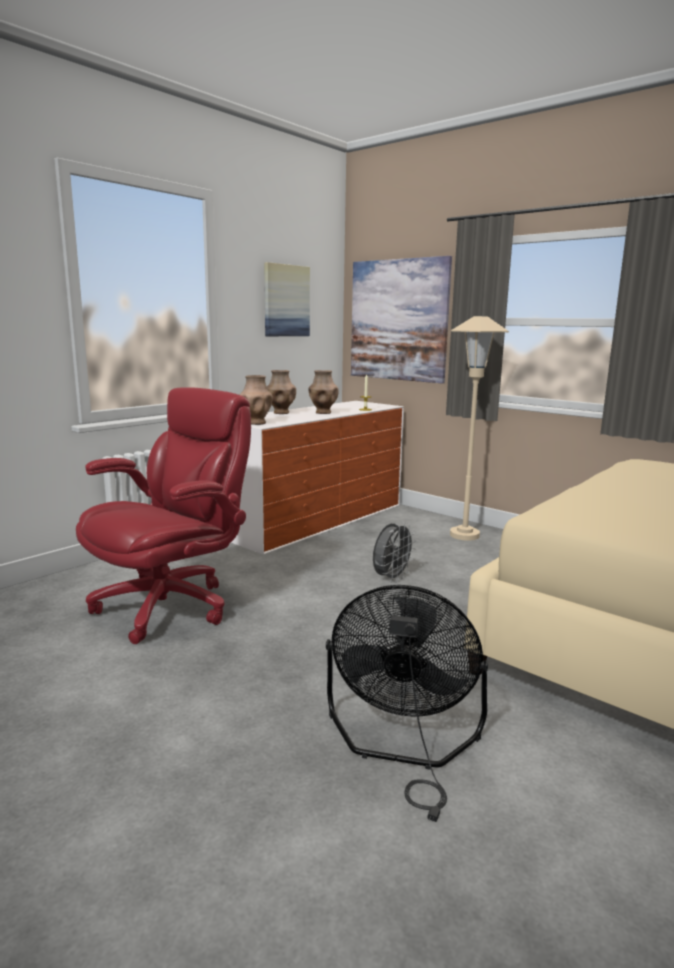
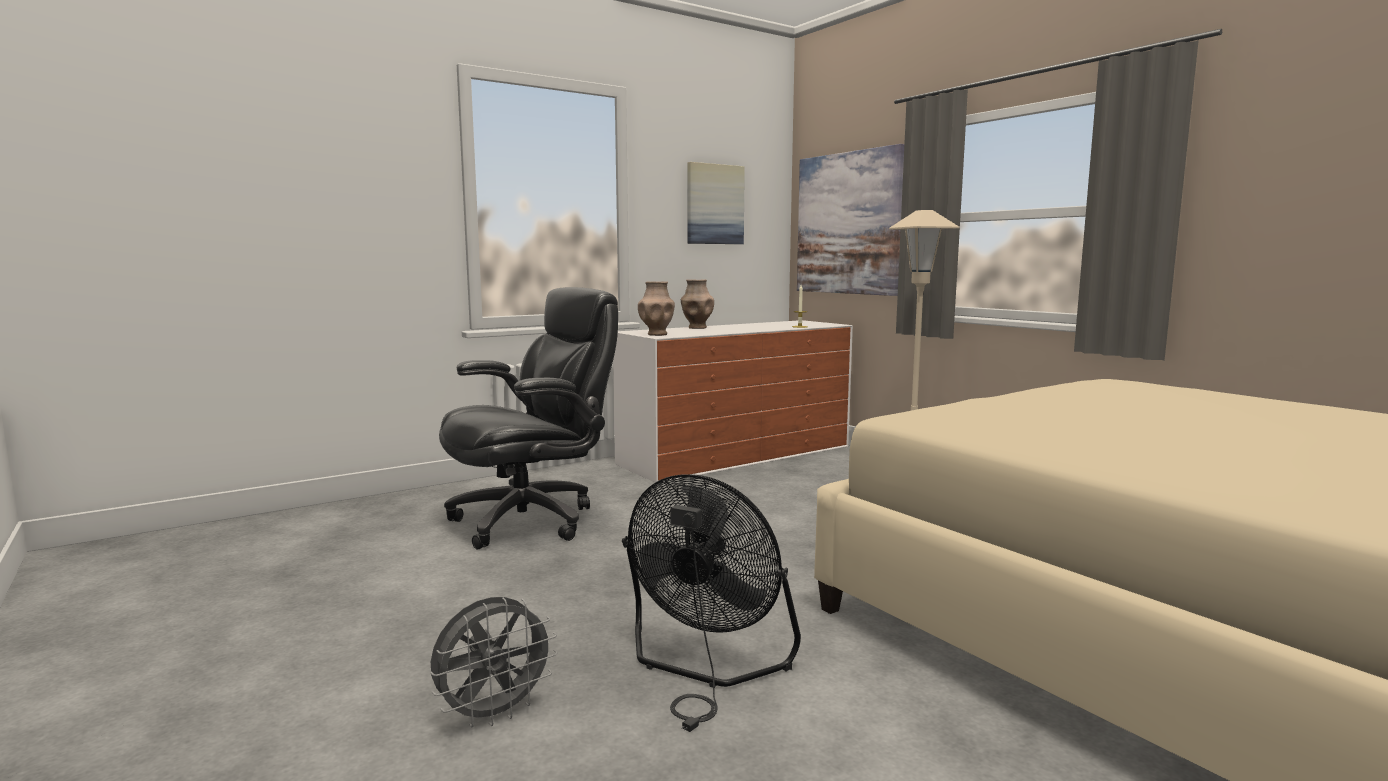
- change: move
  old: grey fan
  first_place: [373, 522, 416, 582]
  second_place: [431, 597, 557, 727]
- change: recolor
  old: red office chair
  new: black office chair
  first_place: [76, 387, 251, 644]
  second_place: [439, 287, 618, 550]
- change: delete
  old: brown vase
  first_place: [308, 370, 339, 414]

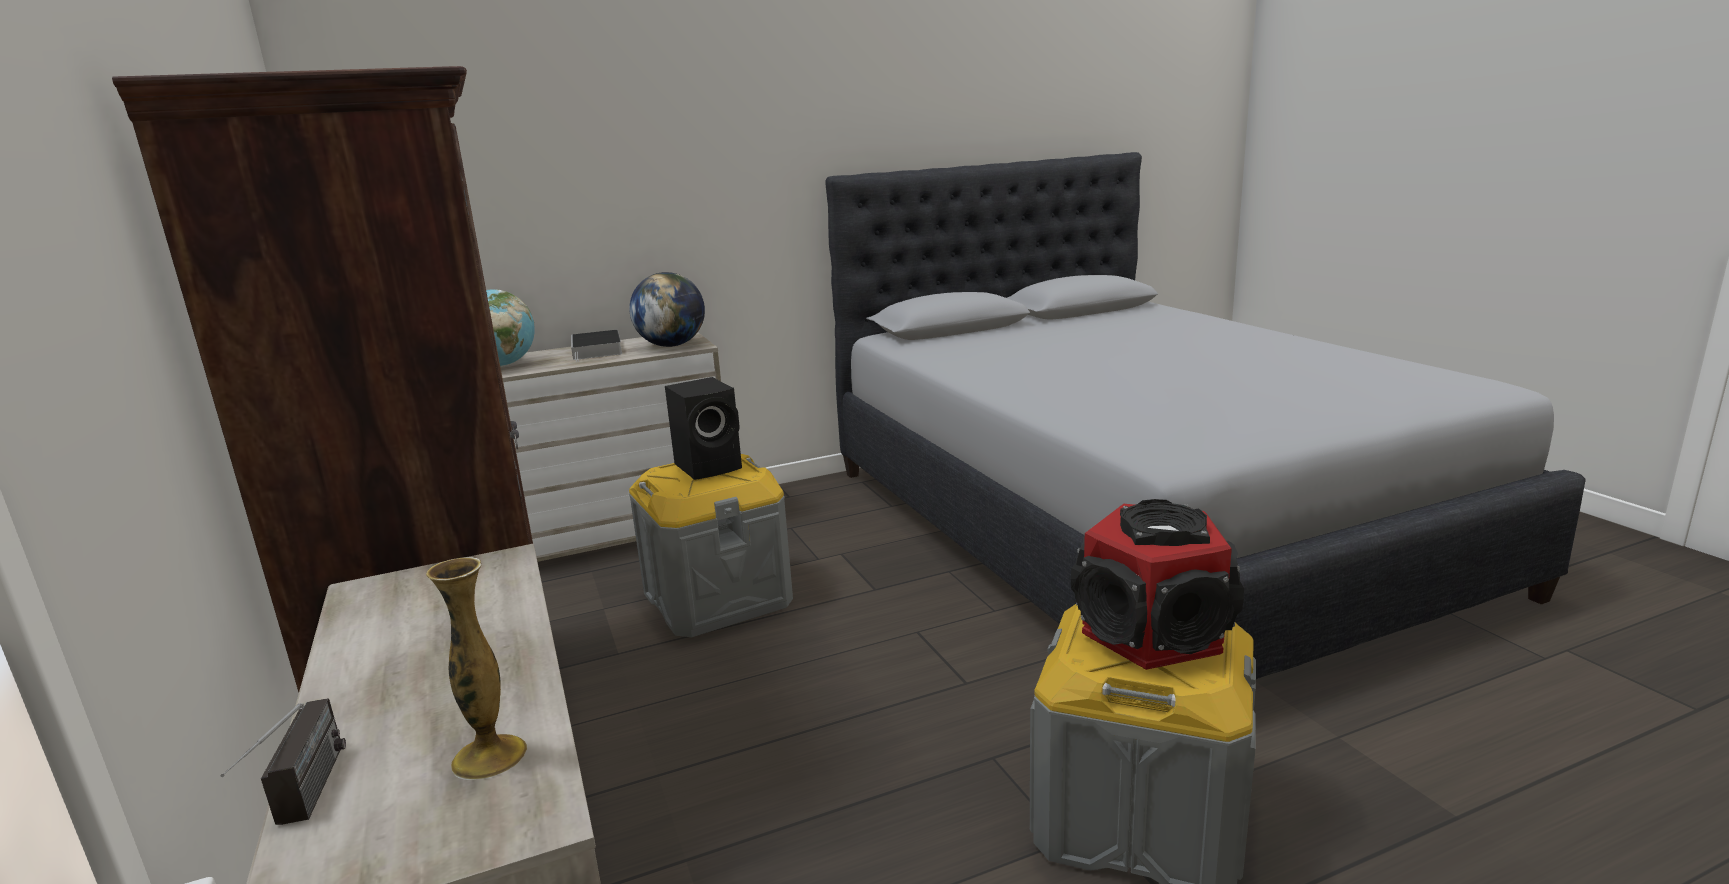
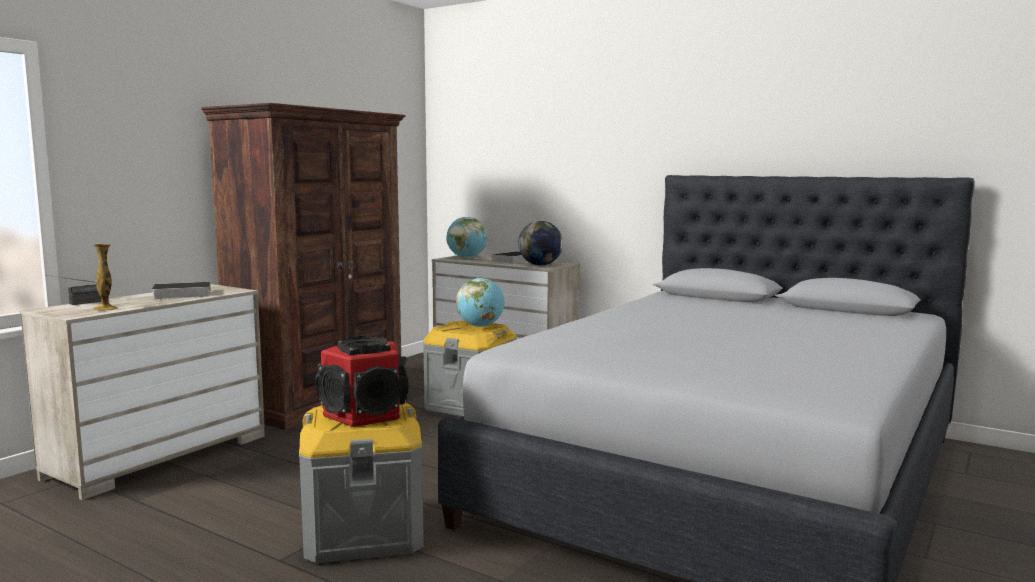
- change: insert
  new: book
  second_place: [152, 282, 210, 299]
- change: replace
  old: black speaker
  new: globe
  first_place: [665, 377, 742, 480]
  second_place: [456, 278, 504, 327]

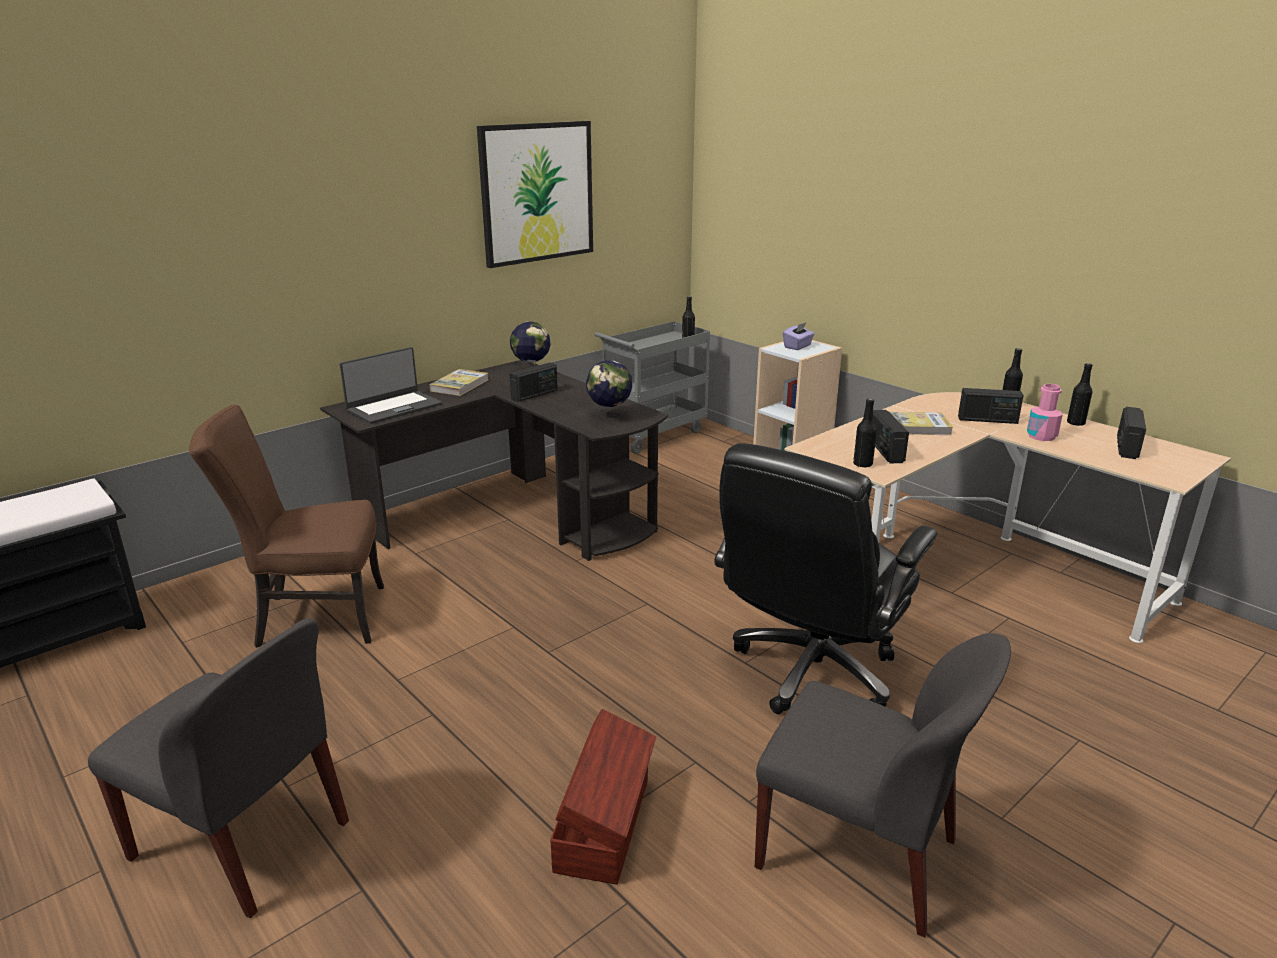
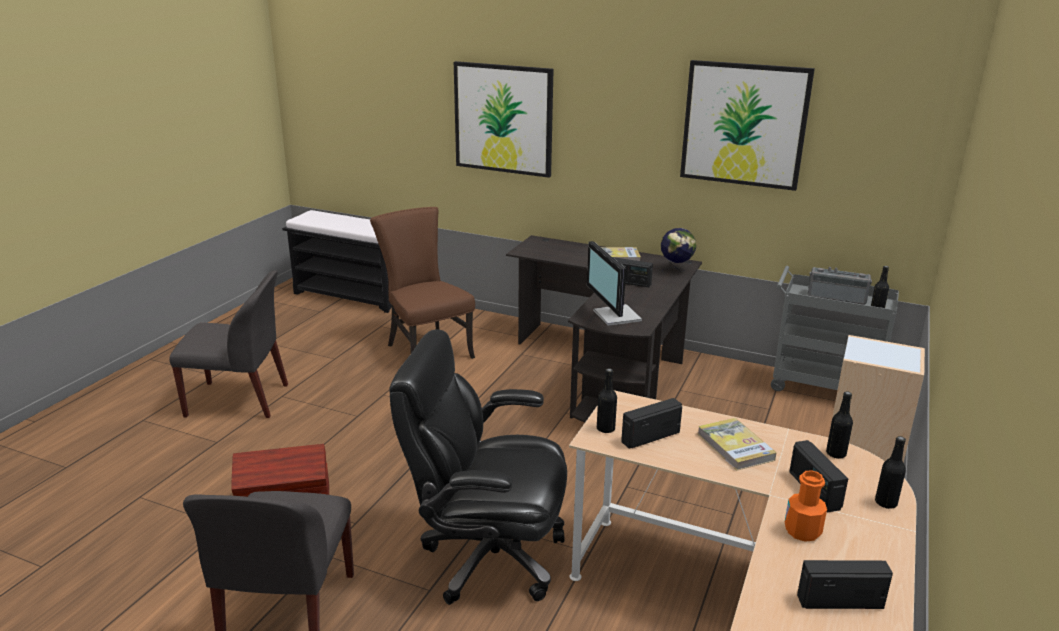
- change: rotate
  old: grey chair
  first_place: [88, 618, 349, 918]
  second_place: [170, 270, 288, 418]
  degrees: -90
- change: insert
  new: picture
  second_place: [454, 61, 554, 178]
- change: replace
  old: globe
  new: monitor
  first_place: [586, 360, 632, 419]
  second_place: [587, 241, 642, 326]
- change: recolor
  old: pink bottle
  new: orange bottle
  first_place: [1027, 384, 1063, 441]
  second_place: [785, 470, 827, 542]
- change: insert
  new: radio
  second_place: [808, 267, 872, 305]
- change: move
  old: black bottle
  first_place: [1067, 363, 1093, 426]
  second_place: [826, 391, 853, 459]
- change: delete
  old: laptop
  first_place: [340, 347, 442, 424]
- change: delete
  old: purple tissue box
  first_place: [783, 323, 815, 350]

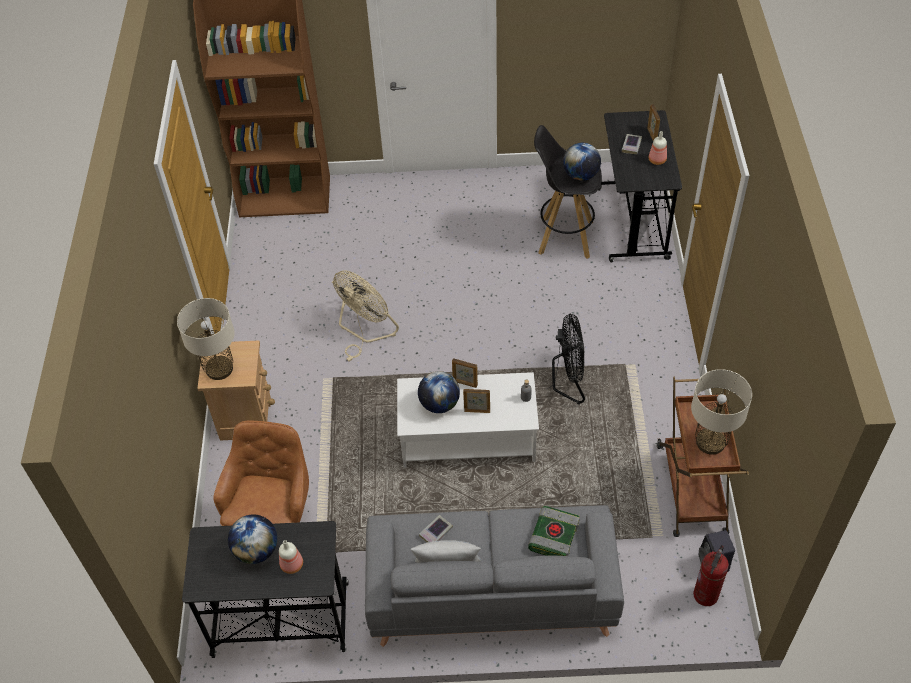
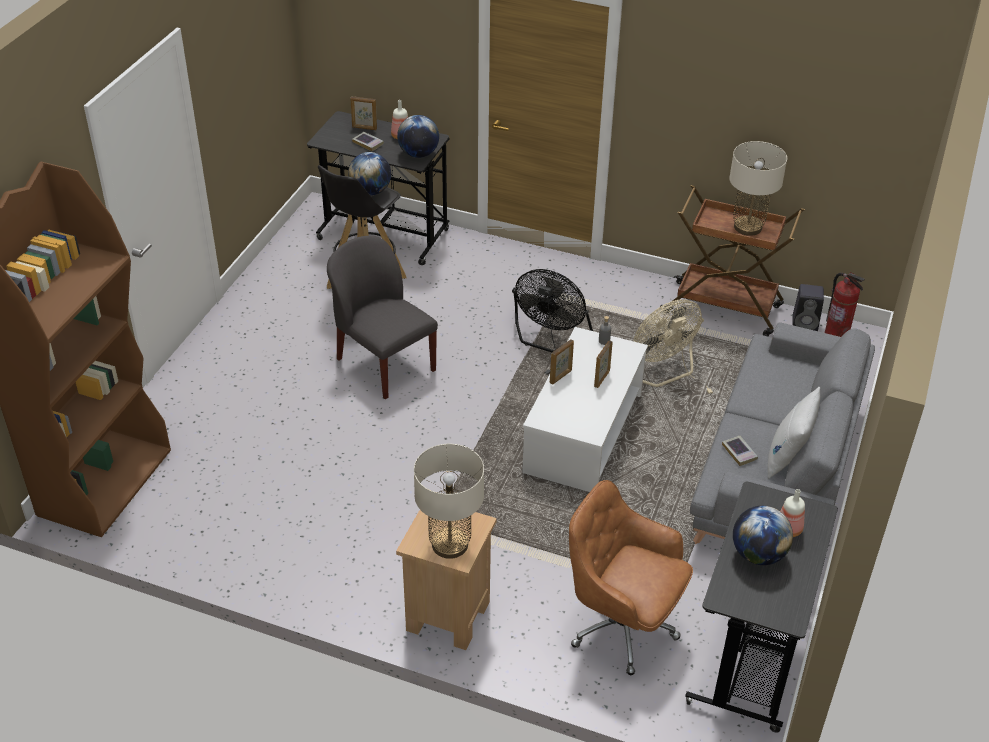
- change: insert
  new: grey chair
  second_place: [327, 236, 438, 399]
- change: move
  old: globe
  first_place: [418, 371, 460, 413]
  second_place: [397, 115, 439, 158]
- change: move
  old: beige fan
  first_place: [332, 271, 399, 362]
  second_place: [634, 299, 713, 394]
- change: delete
  old: book
  first_place: [528, 506, 580, 556]

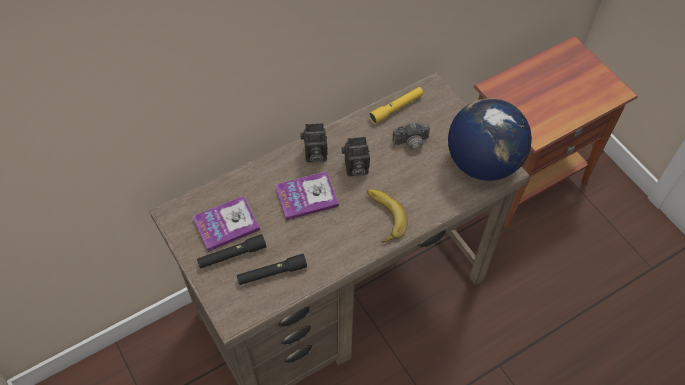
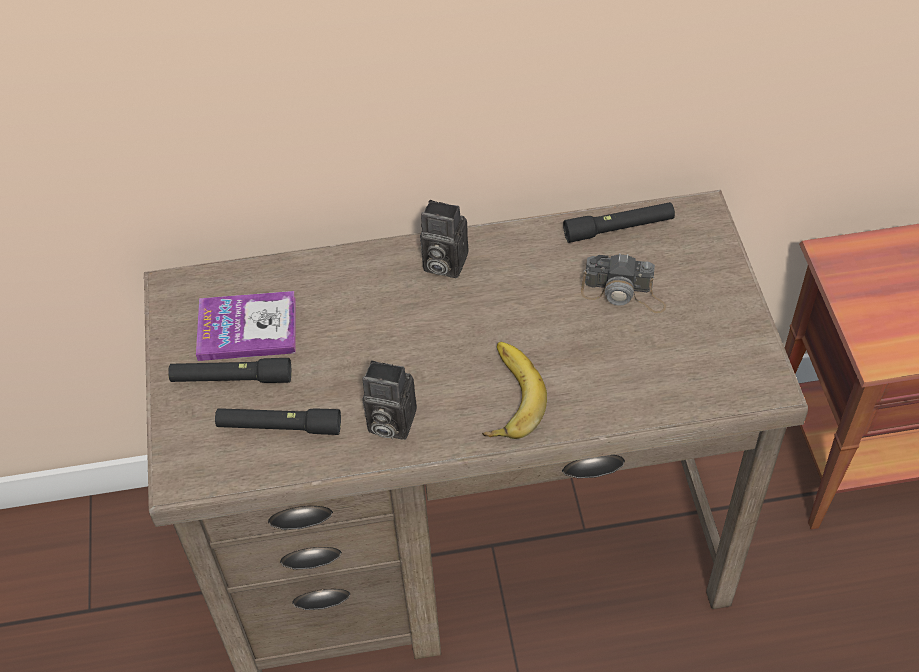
- change: move
  old: photo camera
  first_place: [342, 137, 370, 177]
  second_place: [362, 360, 417, 440]
- change: recolor
  old: yellow flashlight
  new: black flashlight
  first_place: [369, 87, 423, 124]
  second_place: [563, 202, 675, 243]
- change: delete
  old: book
  first_place: [275, 171, 339, 220]
- change: delete
  old: globe
  first_place: [448, 98, 532, 181]

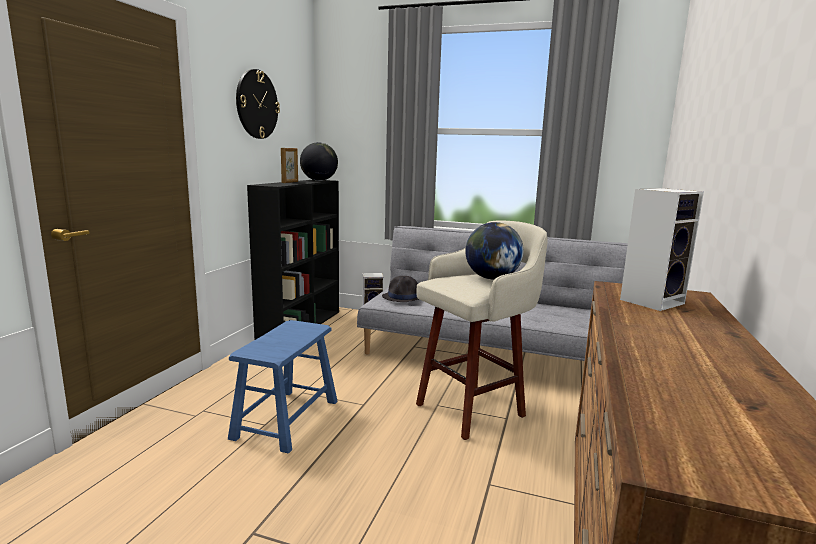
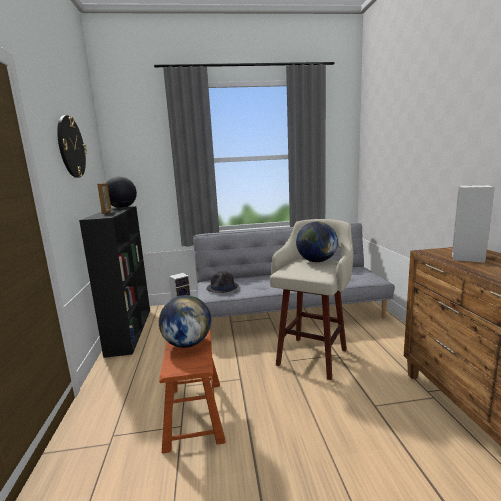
- change: insert
  new: globe
  second_place: [159, 295, 211, 348]
- change: recolor
  old: blue stool
  new: brown stool
  first_place: [228, 320, 338, 454]
  second_place: [159, 330, 226, 454]

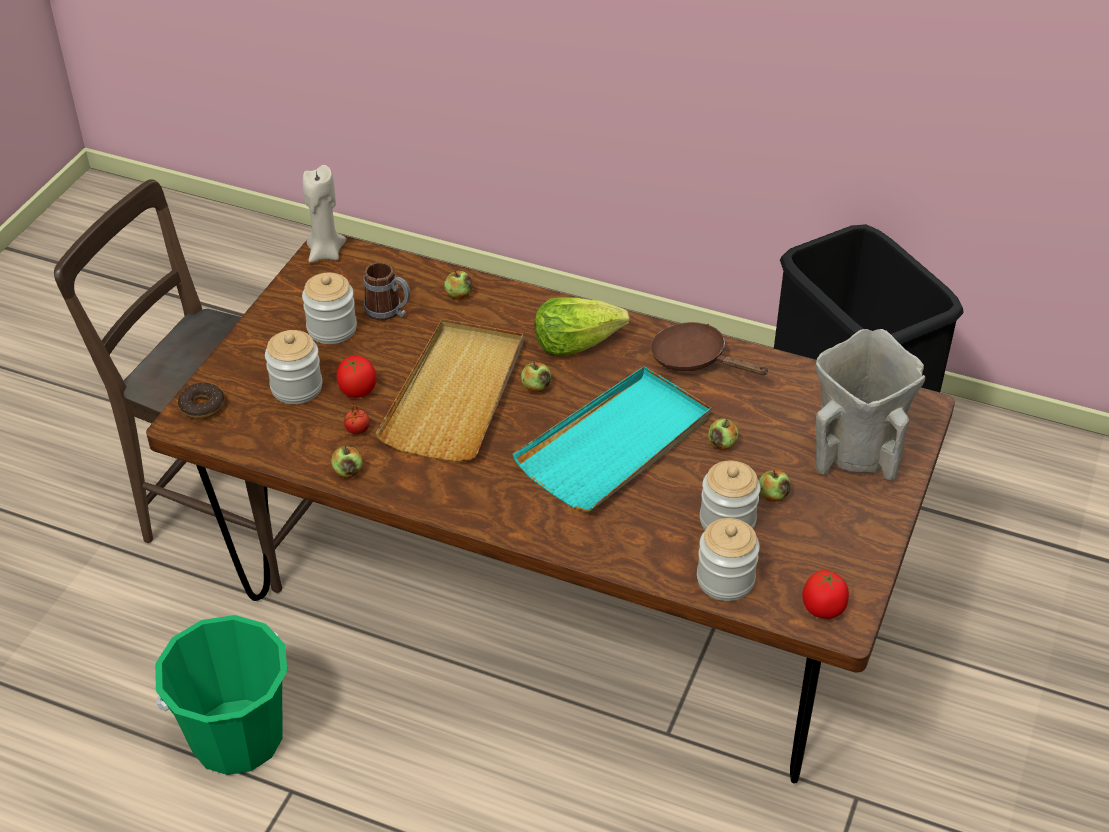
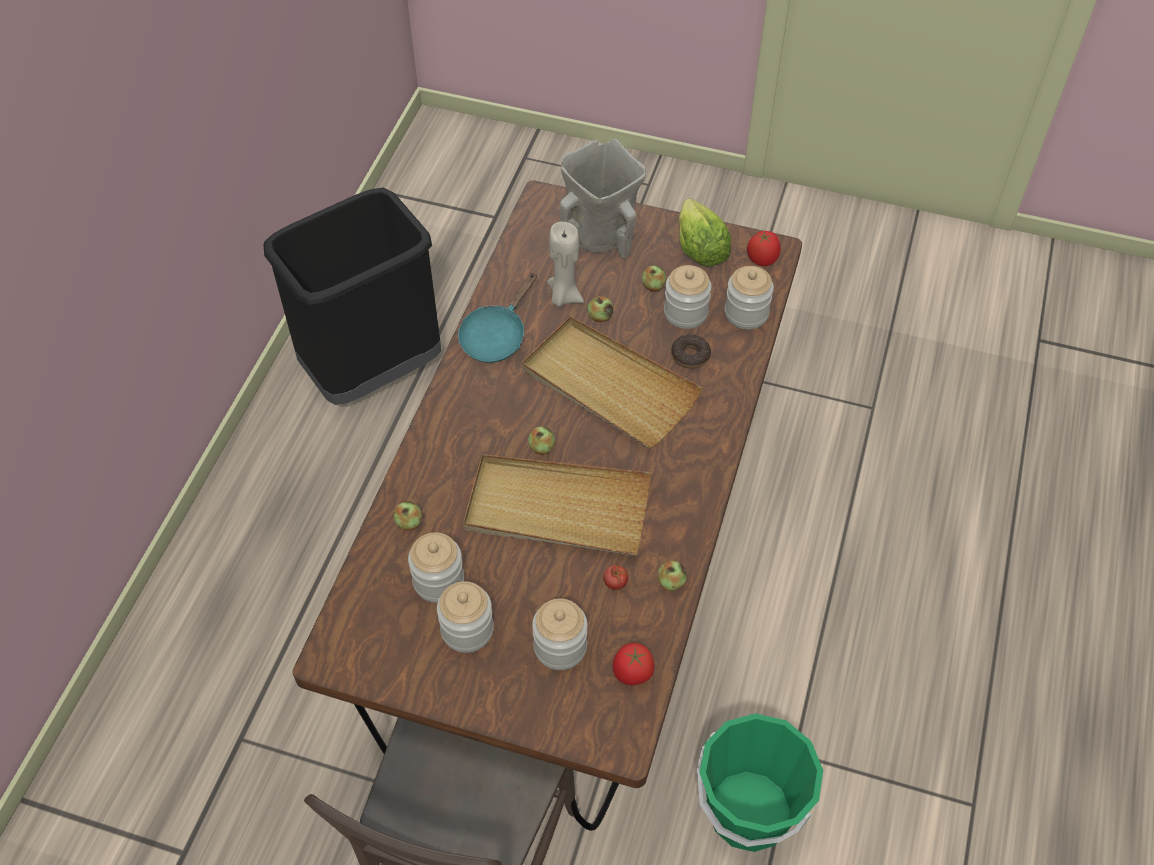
- change: replace
  old: mug
  new: jar
  first_place: [364, 262, 410, 321]
  second_place: [408, 532, 464, 603]
- change: recolor
  old: brown frying pan
  new: turquoise frying pan
  first_place: [650, 322, 768, 375]
  second_place: [458, 272, 537, 363]
- change: recolor
  old: turquoise tray
  new: beige tray
  first_place: [513, 366, 711, 512]
  second_place: [522, 316, 703, 448]
- change: move
  old: beige candle
  first_place: [303, 165, 346, 263]
  second_place: [547, 222, 584, 307]
- change: move
  old: tomato
  first_place: [337, 355, 376, 398]
  second_place: [612, 643, 654, 685]
- change: move
  old: donut
  first_place: [178, 383, 224, 420]
  second_place: [671, 334, 711, 369]
- change: move
  old: lettuce
  first_place: [535, 297, 630, 356]
  second_place: [679, 198, 731, 267]

